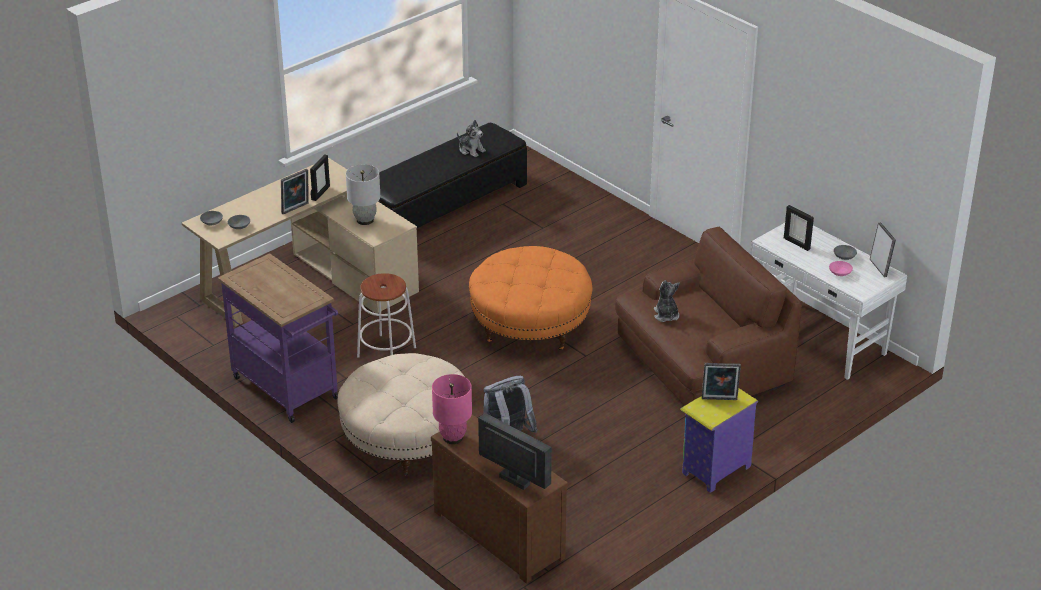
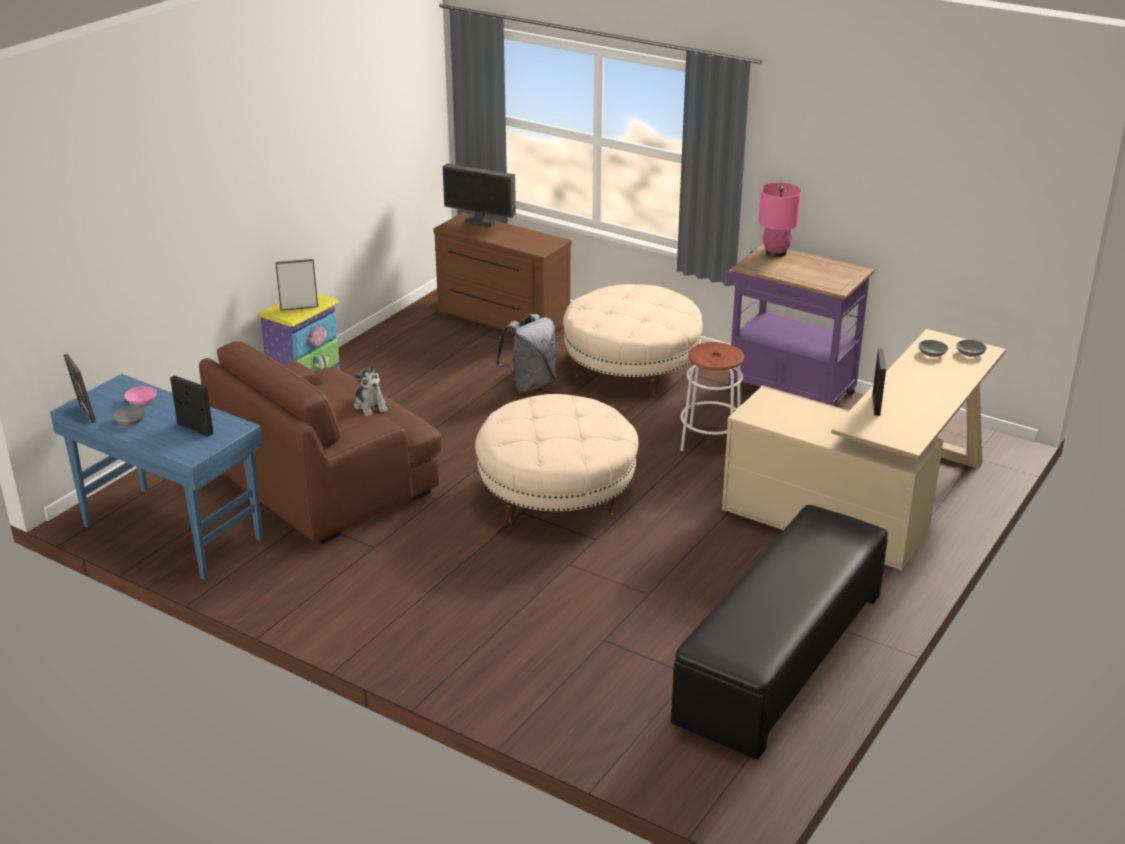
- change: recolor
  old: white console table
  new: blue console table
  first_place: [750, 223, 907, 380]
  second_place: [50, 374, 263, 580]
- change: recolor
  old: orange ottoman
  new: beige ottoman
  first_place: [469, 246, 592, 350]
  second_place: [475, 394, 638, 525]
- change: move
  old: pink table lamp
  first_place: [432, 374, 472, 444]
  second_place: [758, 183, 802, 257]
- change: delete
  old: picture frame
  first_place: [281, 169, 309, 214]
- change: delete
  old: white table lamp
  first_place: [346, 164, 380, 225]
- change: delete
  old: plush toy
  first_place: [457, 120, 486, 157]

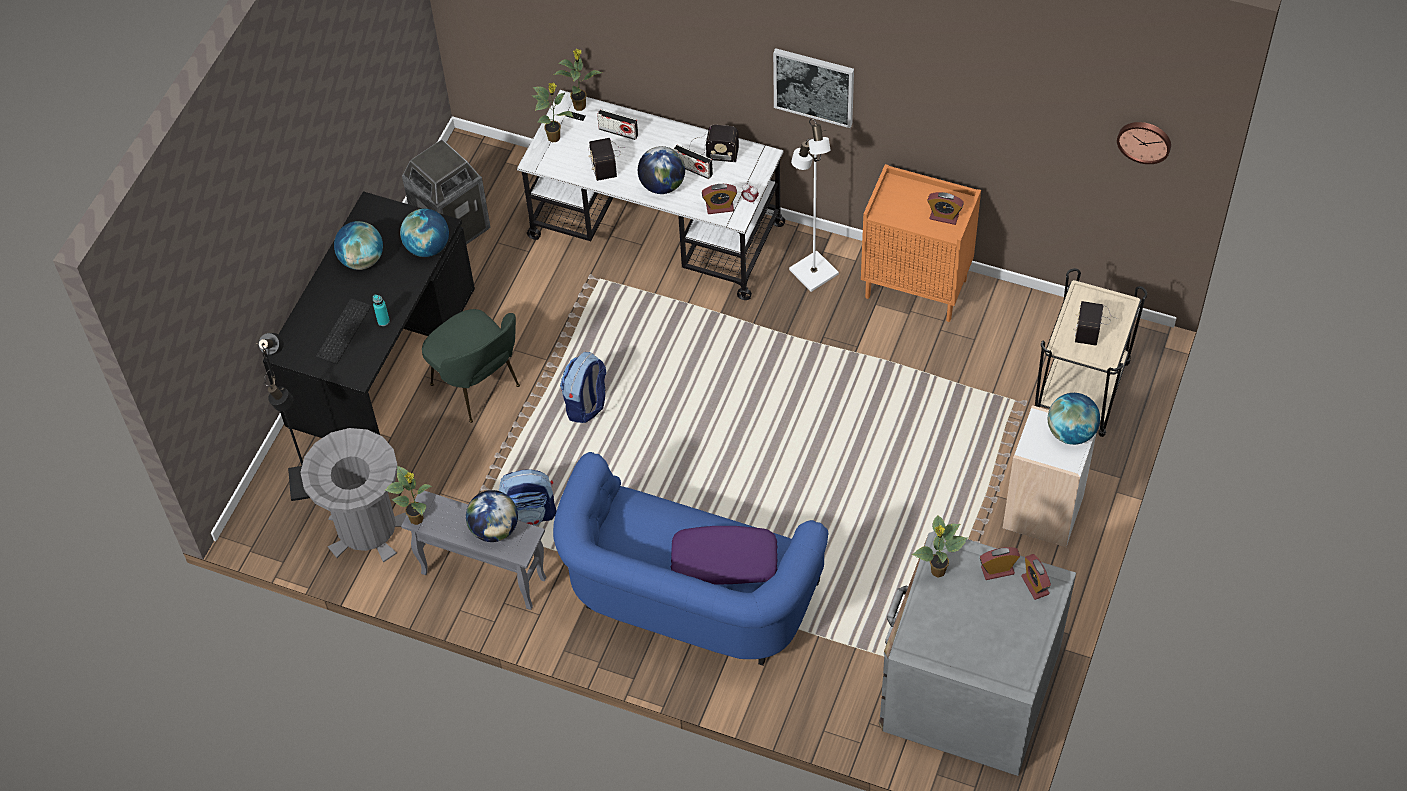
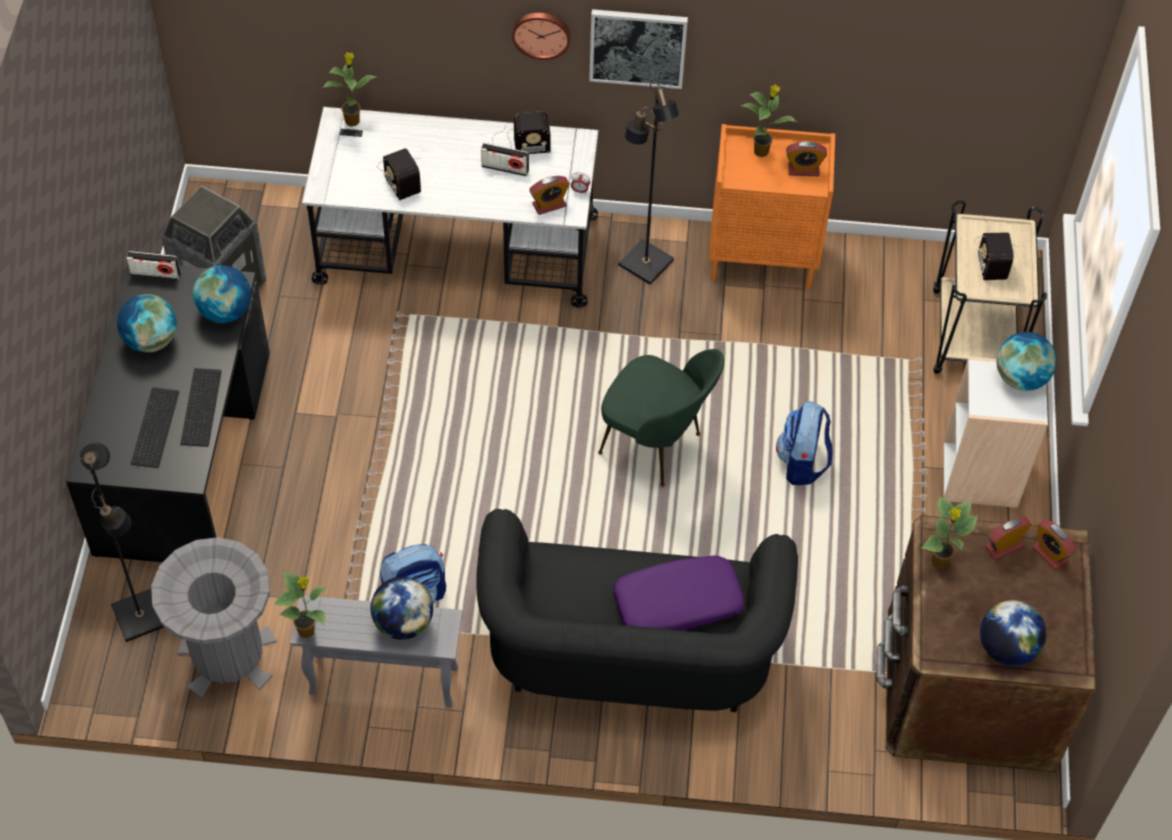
- change: move
  old: radio
  first_place: [597, 109, 638, 140]
  second_place: [126, 251, 181, 280]
- change: replace
  old: turquoise bottle
  new: keyboard
  first_place: [373, 295, 390, 326]
  second_place: [180, 368, 222, 447]
- change: recolor
  old: blue sofa
  new: black sofa
  first_place: [553, 452, 828, 666]
  second_place: [476, 509, 798, 712]
- change: move
  old: wall clock
  first_place: [1117, 122, 1171, 164]
  second_place: [512, 13, 571, 60]
- change: move
  old: green chair
  first_place: [422, 309, 520, 423]
  second_place: [598, 349, 724, 487]
- change: recolor
  old: white floor lamp
  new: black floor lamp
  first_place: [789, 119, 839, 292]
  second_place: [618, 81, 679, 285]
- change: move
  old: potted plant
  first_place: [532, 83, 573, 143]
  second_place: [741, 84, 797, 157]
- change: move
  old: backpack
  first_place: [560, 352, 606, 423]
  second_place: [776, 401, 832, 485]
- change: recolor
  old: grey dresser
  new: brown dresser
  first_place: [879, 531, 1076, 776]
  second_place: [876, 515, 1096, 772]
- change: move
  old: globe
  first_place: [638, 146, 685, 194]
  second_place: [980, 600, 1046, 666]

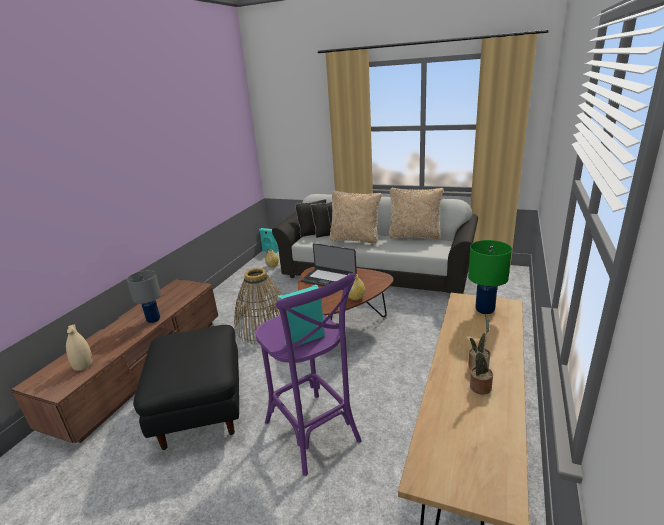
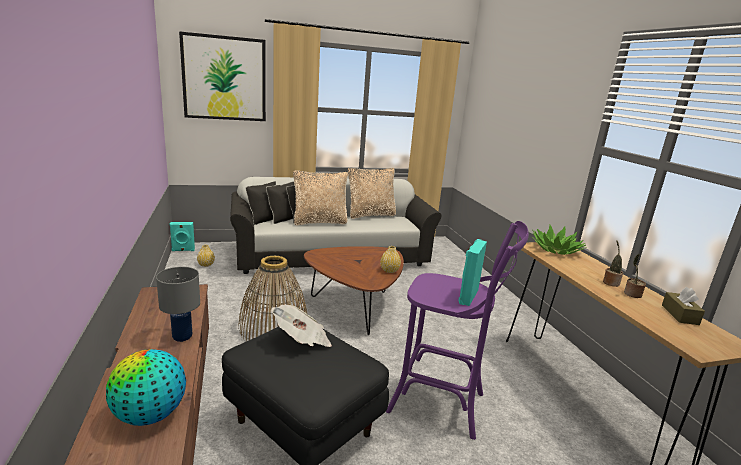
- change: replace
  old: beige vase
  new: globe
  first_place: [66, 324, 93, 371]
  second_place: [106, 349, 186, 426]
- change: insert
  new: picture
  second_place: [179, 31, 266, 121]
- change: insert
  new: newspaper
  second_place: [271, 305, 332, 347]
- change: replace
  old: green table lamp
  new: potted plant
  first_place: [468, 240, 512, 314]
  second_place: [532, 225, 586, 255]
- change: insert
  new: brown tissue box
  second_place: [662, 287, 705, 325]
- change: delete
  old: laptop
  first_place: [301, 243, 357, 290]

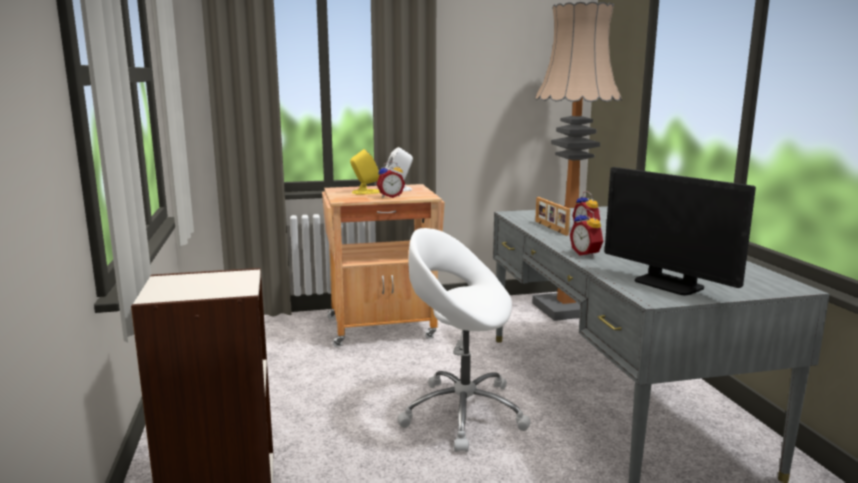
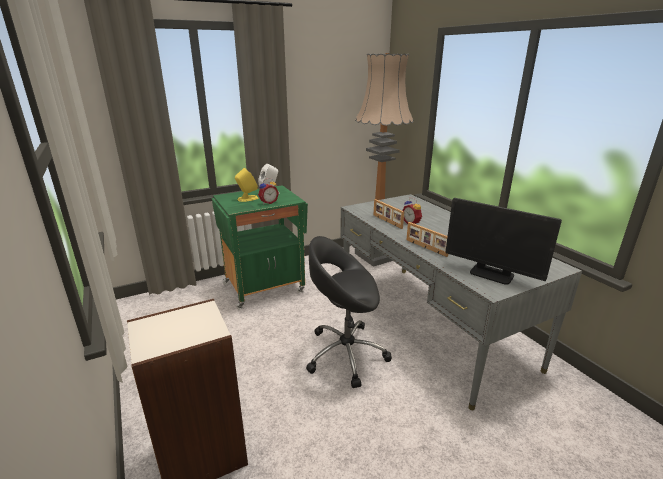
- change: recolor
  old: brown cart
  new: green cart
  first_place: [322, 184, 445, 347]
  second_place: [212, 185, 308, 310]
- change: recolor
  old: white office chair
  new: black office chair
  first_place: [397, 228, 531, 452]
  second_place: [306, 236, 392, 388]
- change: replace
  old: alarm clock
  new: picture frame
  first_place: [570, 209, 603, 258]
  second_place: [406, 222, 448, 257]

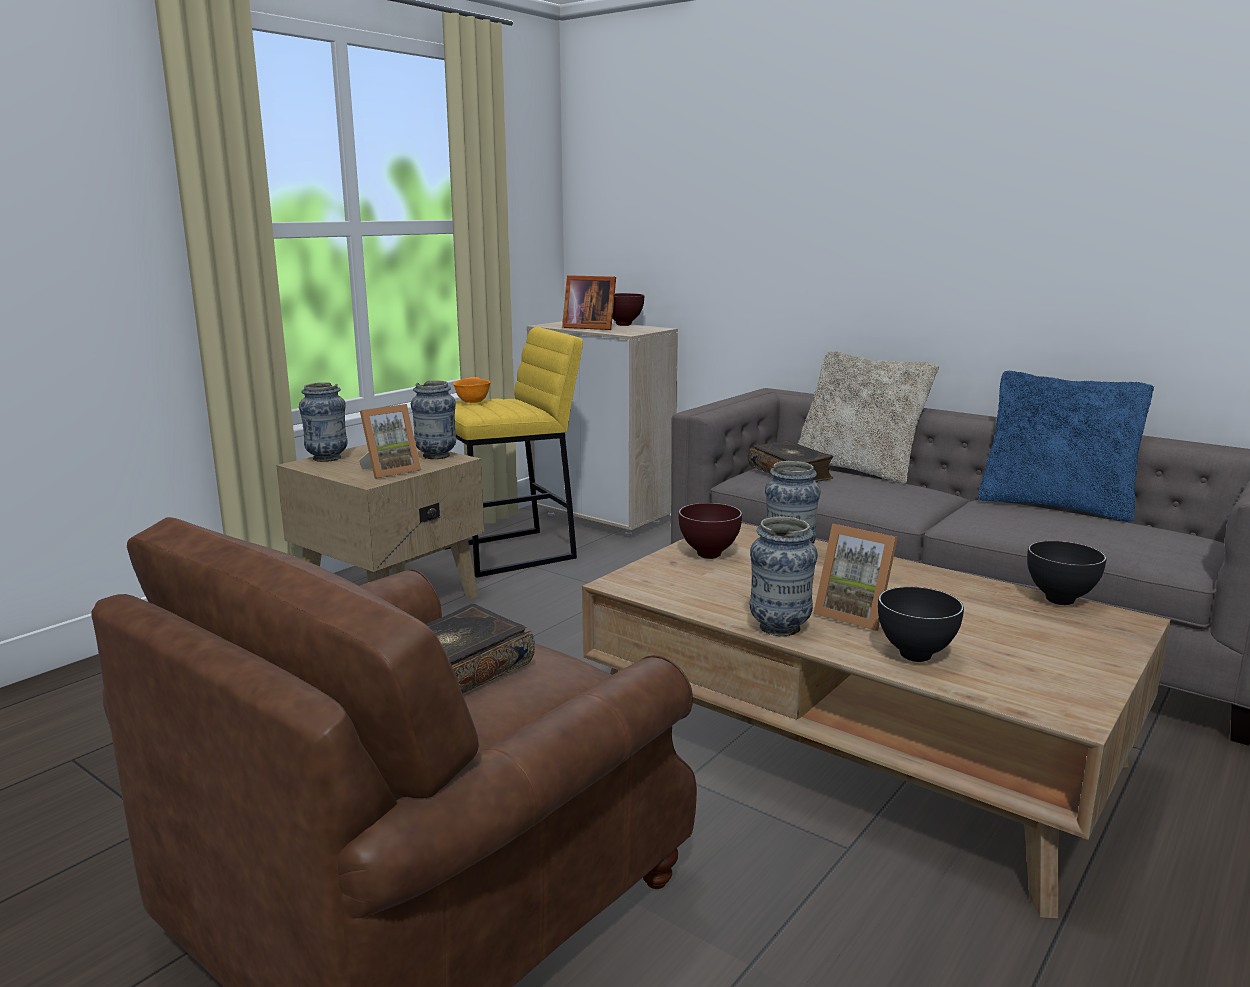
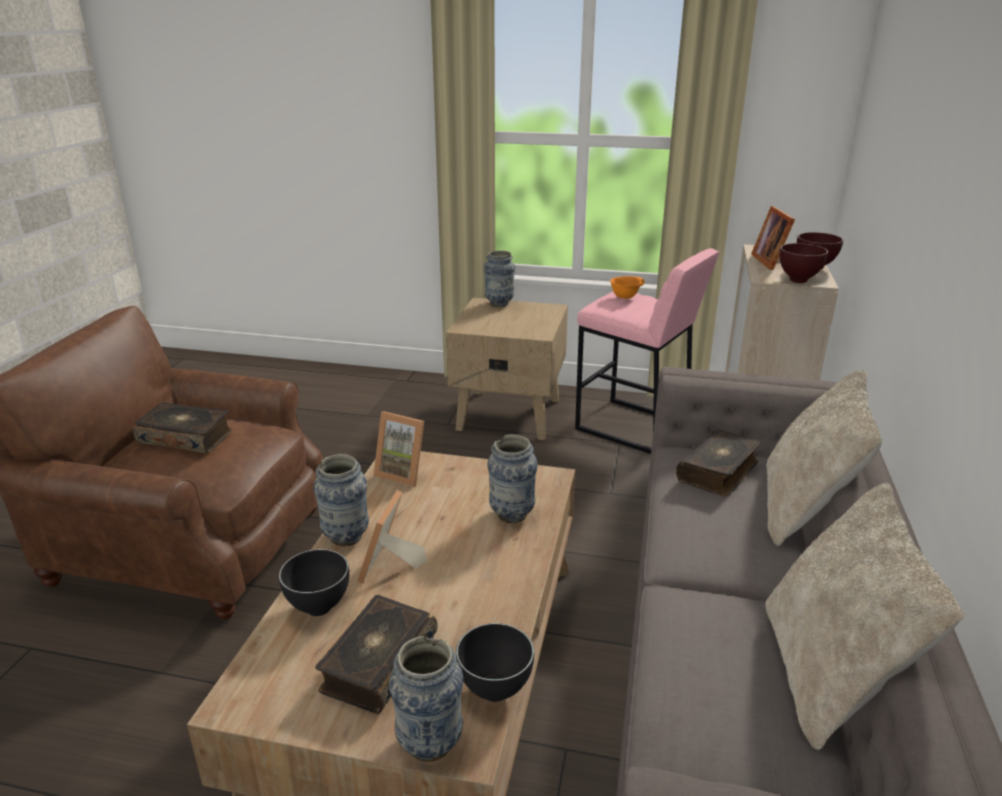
- change: insert
  new: book
  second_place: [315, 595, 437, 714]
- change: move
  old: picture frame
  first_place: [359, 404, 421, 479]
  second_place: [373, 411, 424, 487]
- change: move
  old: vase
  first_place: [411, 381, 456, 459]
  second_place: [389, 636, 463, 762]
- change: recolor
  old: yellow stool
  new: pink stool
  first_place: [445, 327, 583, 578]
  second_place: [575, 248, 719, 454]
- change: recolor
  old: blue pillow
  new: beige pillow
  first_place: [978, 371, 1154, 522]
  second_place: [766, 482, 965, 750]
- change: move
  old: brown bowl
  first_place: [679, 503, 742, 559]
  second_place: [779, 243, 828, 283]

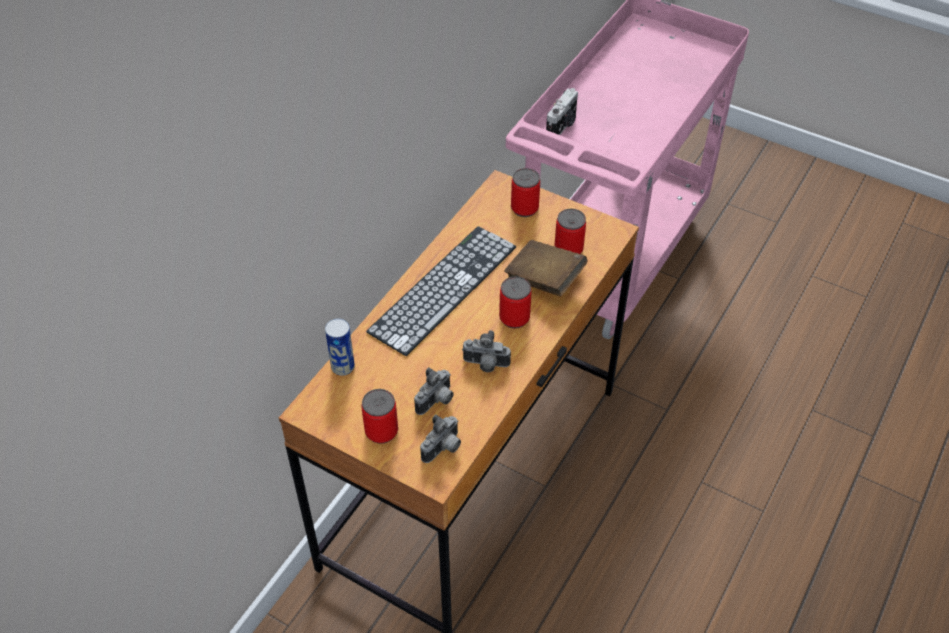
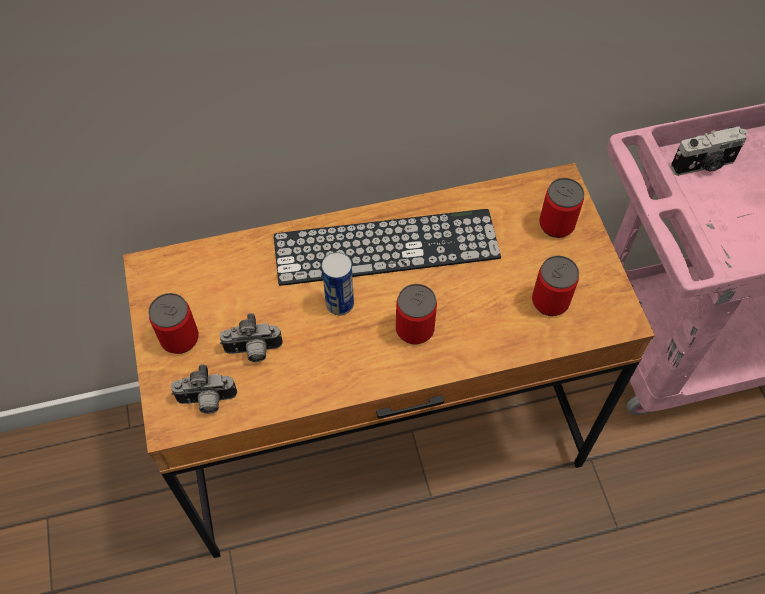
- change: move
  old: can
  first_place: [325, 318, 355, 376]
  second_place: [322, 252, 354, 315]
- change: delete
  old: photo camera
  first_place: [462, 330, 511, 372]
- change: delete
  old: brown book
  first_place: [504, 240, 587, 296]

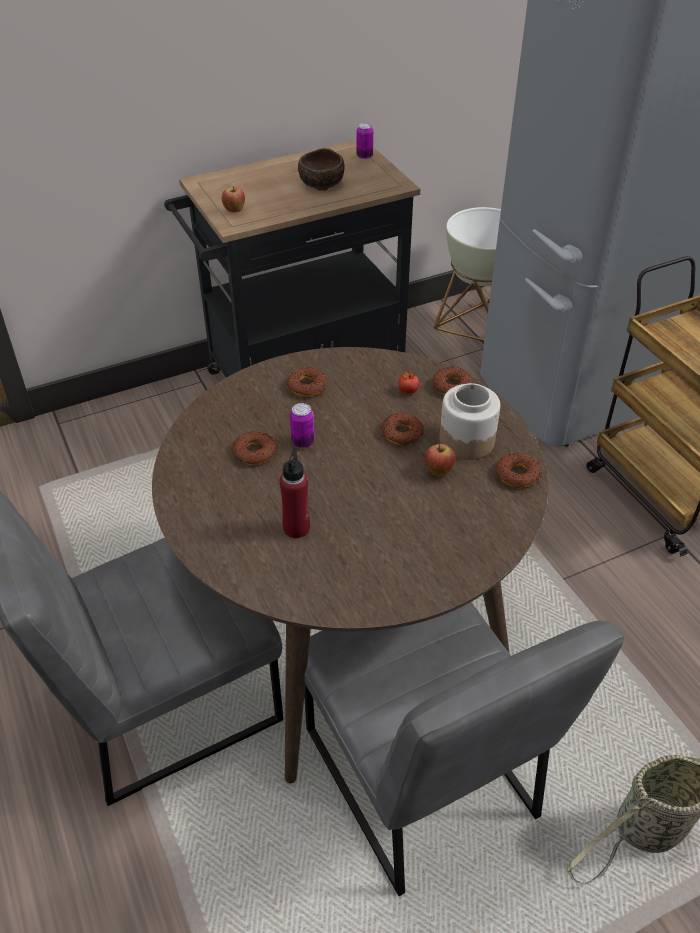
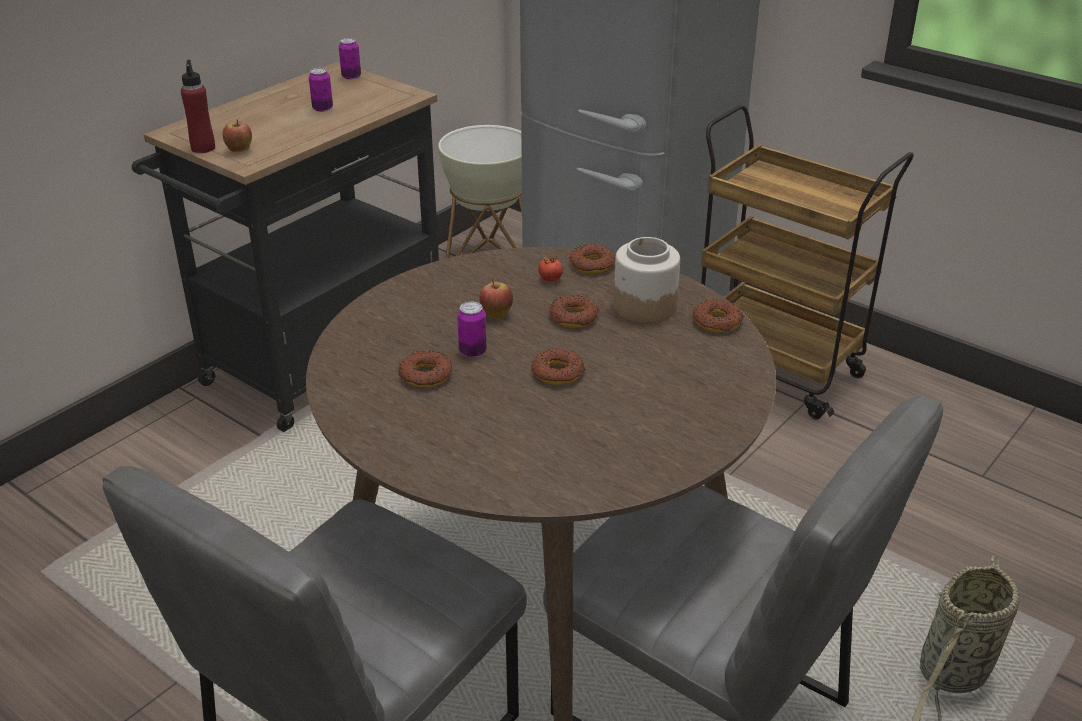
- change: move
  old: red bottle
  first_place: [280, 448, 310, 538]
  second_place: [181, 60, 215, 153]
- change: replace
  old: brown bowl
  new: can
  first_place: [298, 148, 345, 191]
  second_place: [309, 68, 333, 112]
- change: move
  old: apple
  first_place: [425, 442, 455, 477]
  second_place: [479, 278, 513, 319]
- change: move
  old: donut
  first_place: [287, 367, 327, 397]
  second_place: [531, 348, 585, 385]

